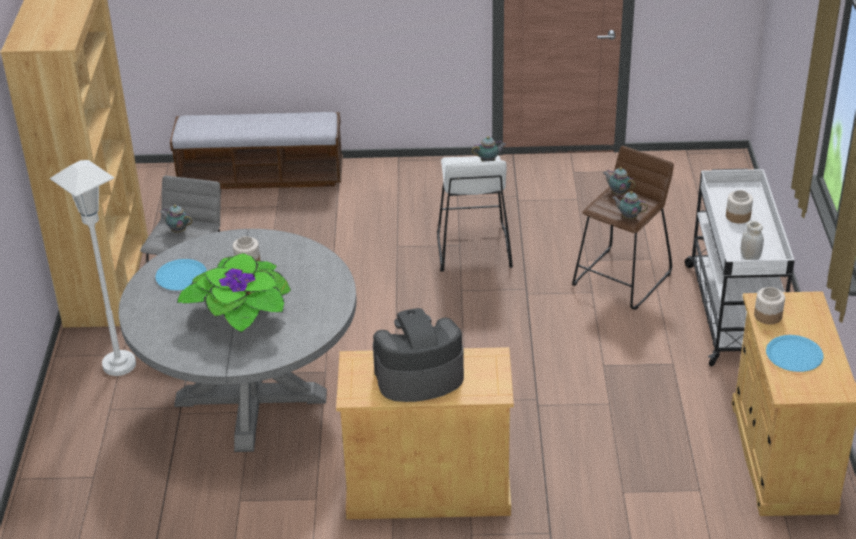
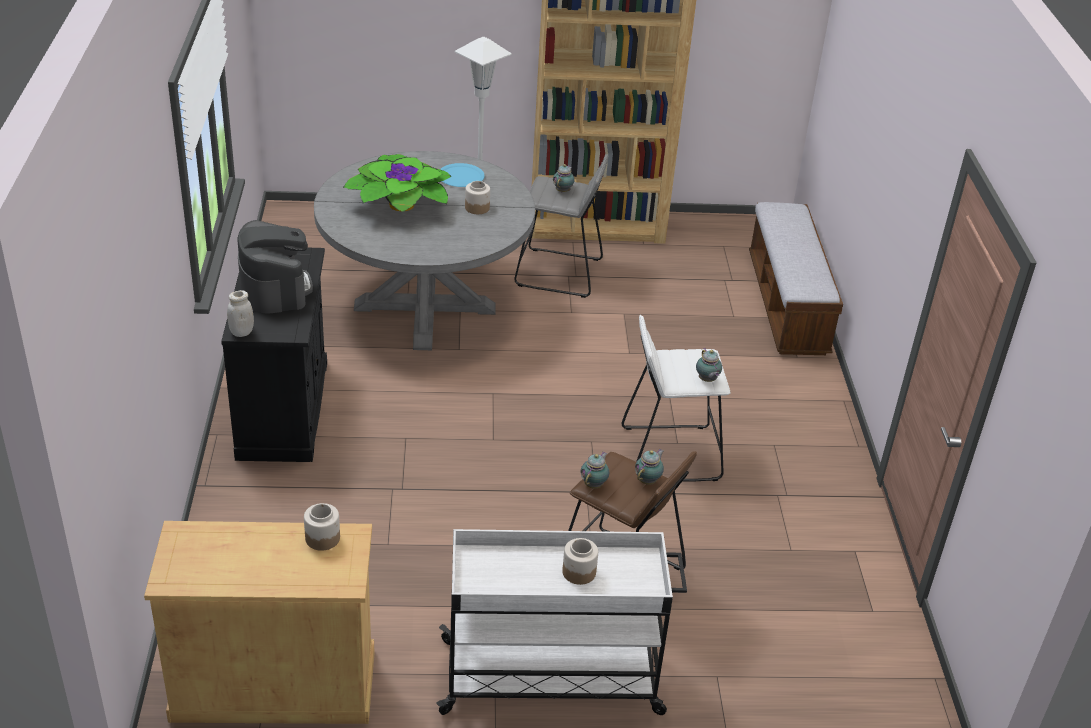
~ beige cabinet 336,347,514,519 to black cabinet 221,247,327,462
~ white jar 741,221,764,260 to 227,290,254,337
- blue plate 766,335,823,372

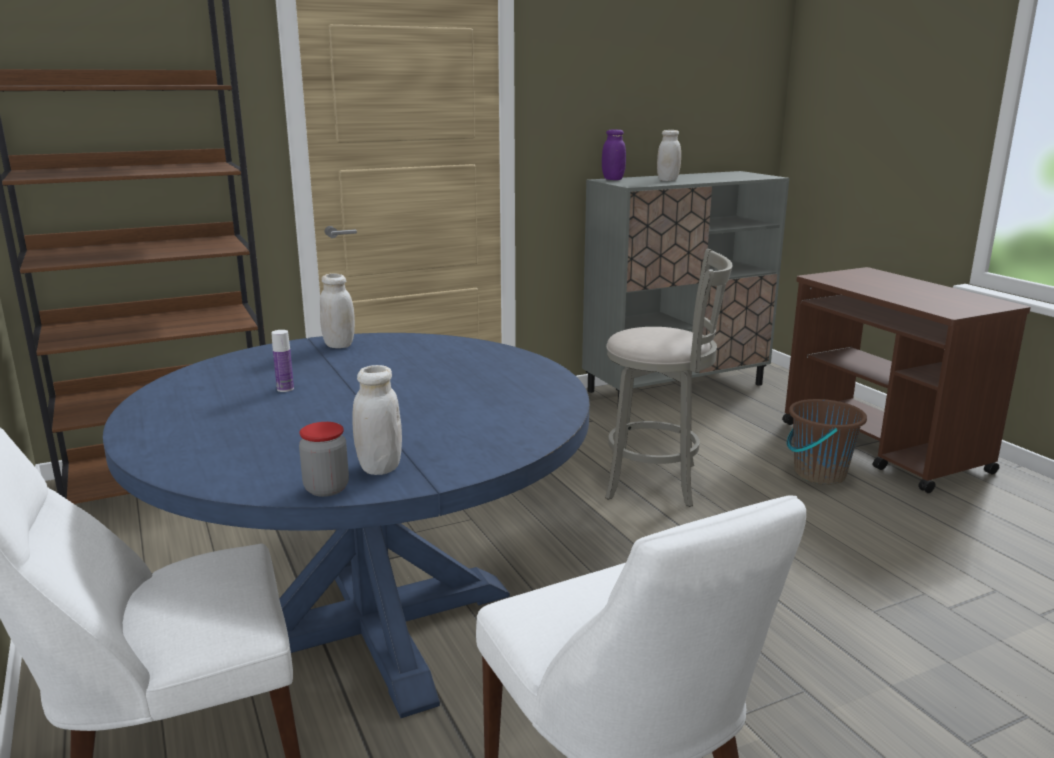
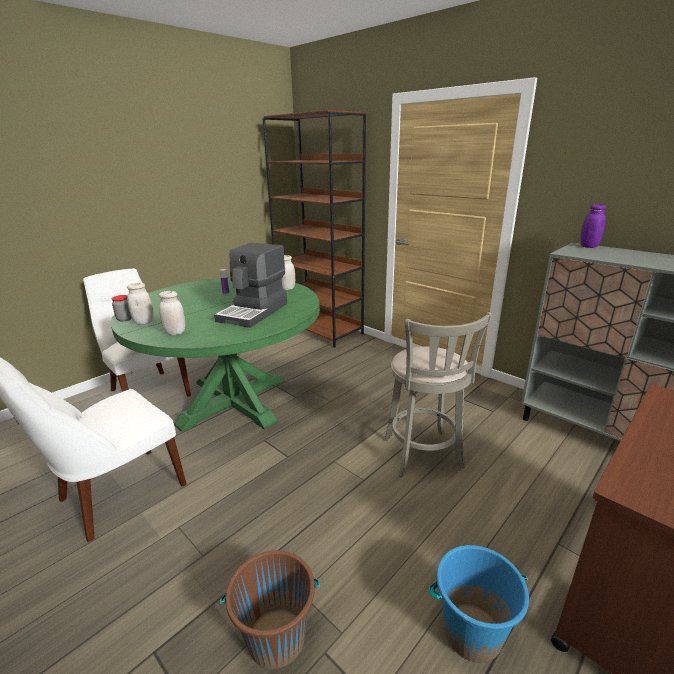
~ blue dining table 103,333,589,718 to green dining table 111,277,320,432
~ white jar 657,130,681,181 to 159,291,185,335
~ brown bucket 787,399,867,485 to 221,550,319,669
+ coffee machine 214,243,287,328
+ blue bucket 429,545,529,663

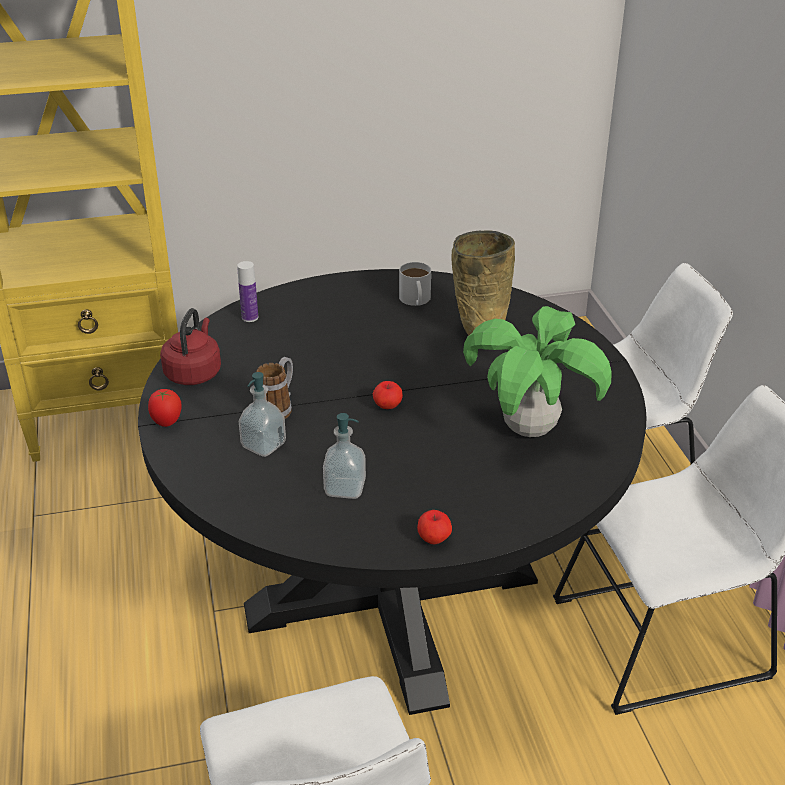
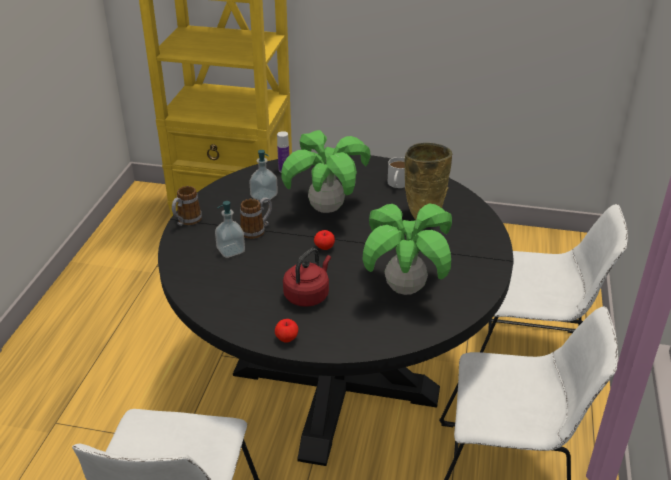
~ tomato 148,389,182,427 to mug 172,186,202,226
~ red kettle 160,308,221,385 to 283,248,331,307
~ soap dispenser 323,413,366,499 to 249,150,278,203
+ potted plant 281,130,371,213

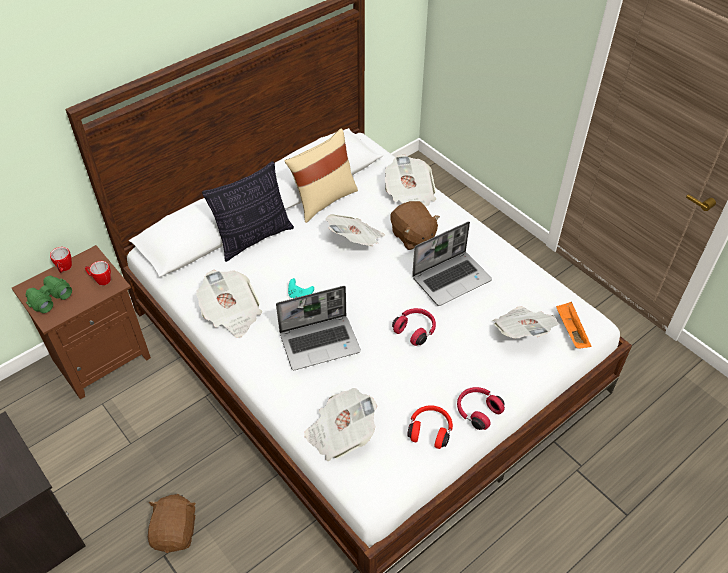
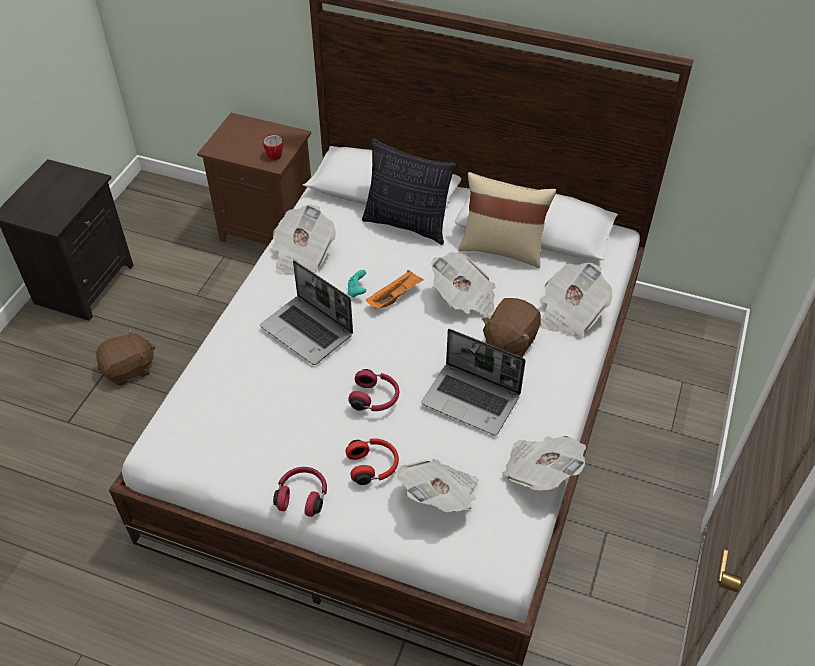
- green binoculars 26,276,72,313
- mug 50,247,72,273
~ newspaper 304,388,377,461 to 502,436,586,491
~ red headphones 407,405,453,449 to 345,438,399,485
~ orange tray 556,302,591,349 to 366,270,424,310

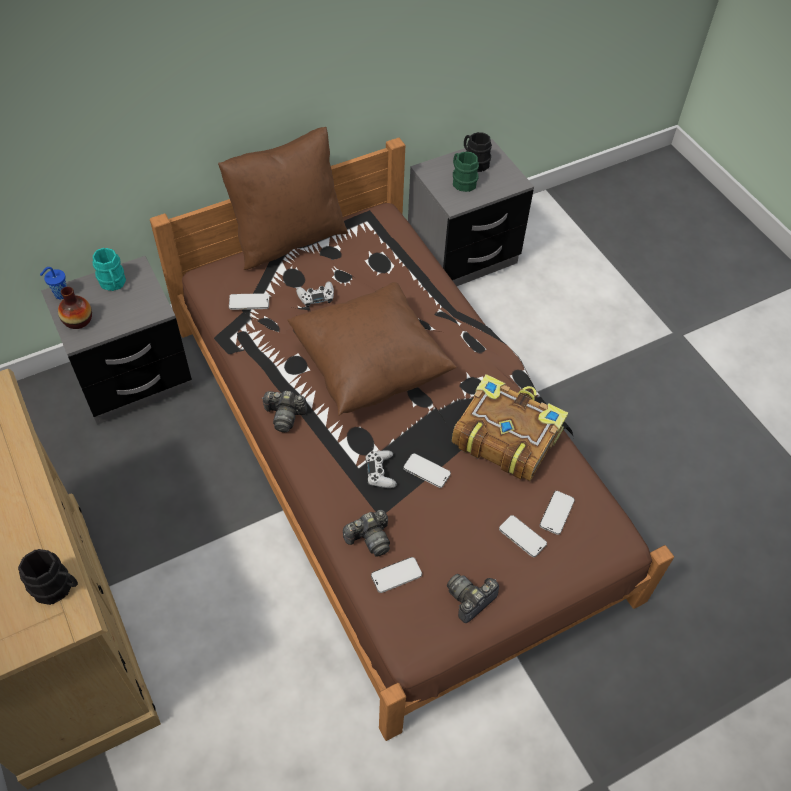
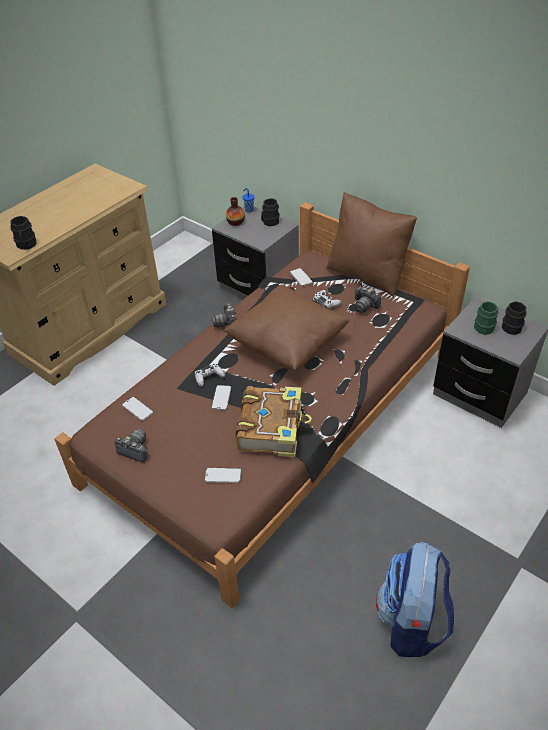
~ turquoise mug 92,248,126,291 to black mug 261,198,280,226
~ photo camera 343,510,390,557 to 355,286,381,313
- phone 499,515,547,557
+ backpack 376,542,454,657

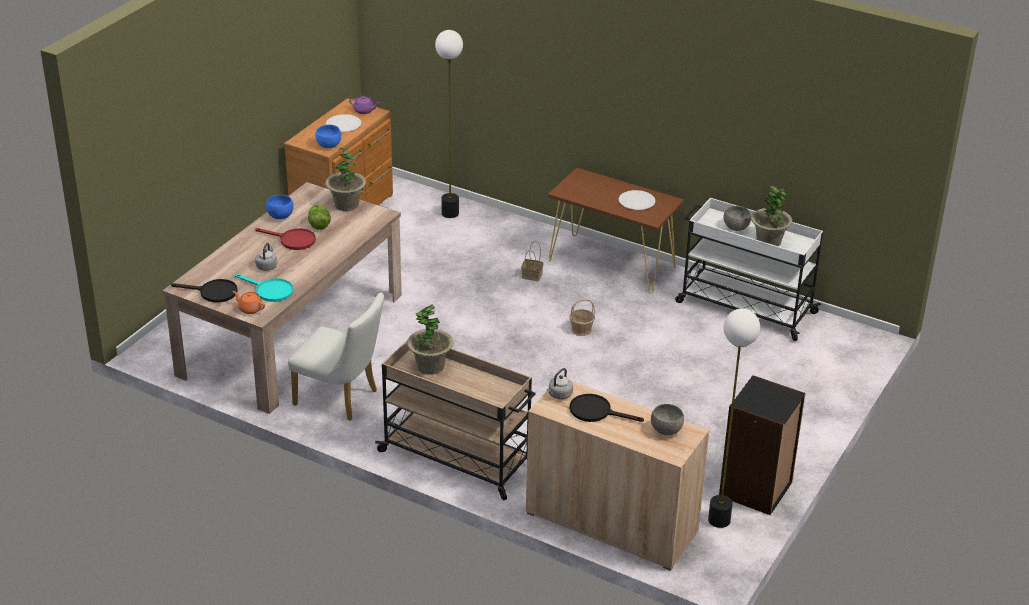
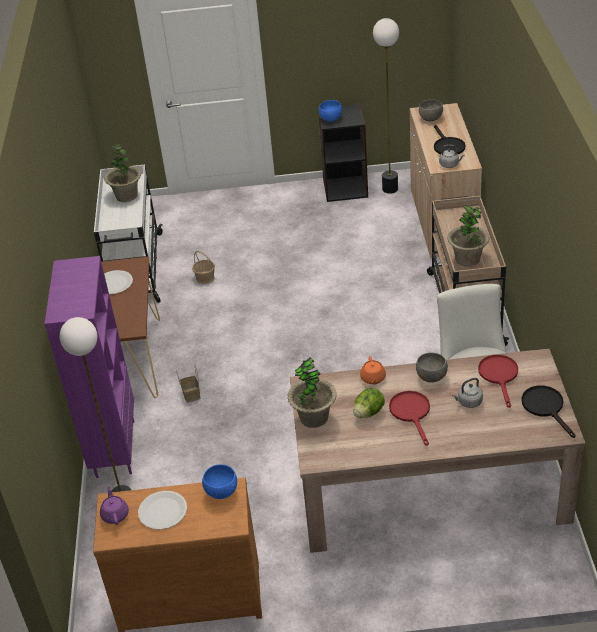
~ orange teapot 233,291,265,314 to 360,356,386,385
~ turquoise frying pan 235,274,293,302 to red frying pan 478,355,518,408
~ blue bowl 266,195,294,219 to 319,100,342,122
~ basket 569,299,595,336 to 192,250,215,284
~ grey bowl 723,206,751,231 to 416,352,448,383
+ purple bookcase 45,256,134,478

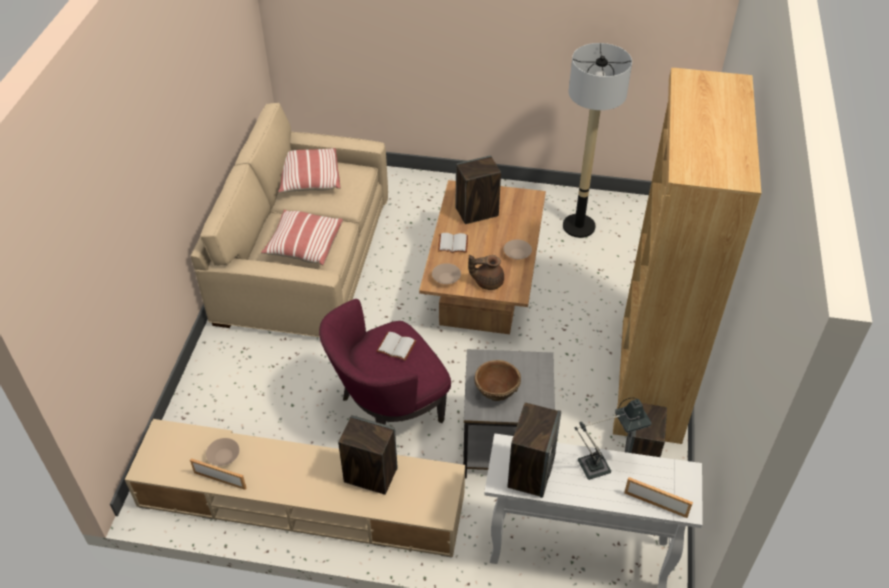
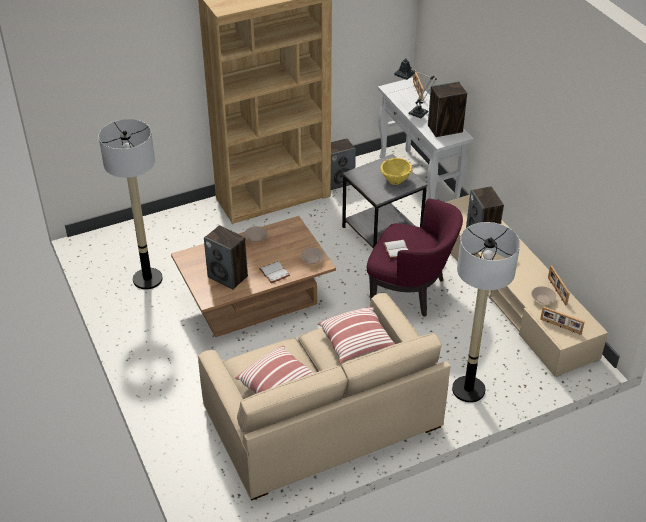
- brown teapot 468,255,504,290
~ brown bowl 474,360,521,401 to yellow bowl 380,158,412,185
+ floor lamp 452,222,520,403
+ picture frame 540,306,585,335

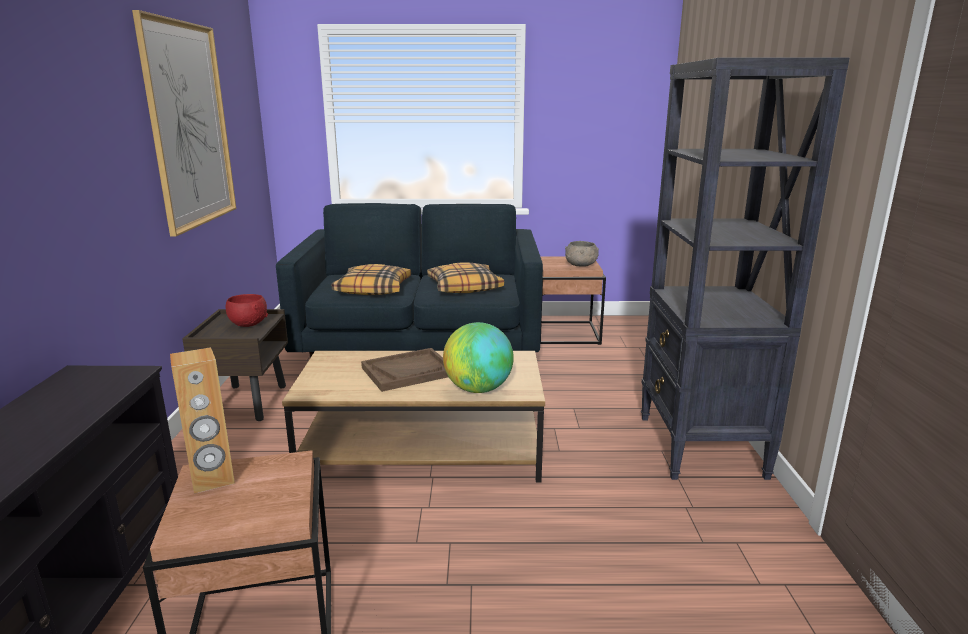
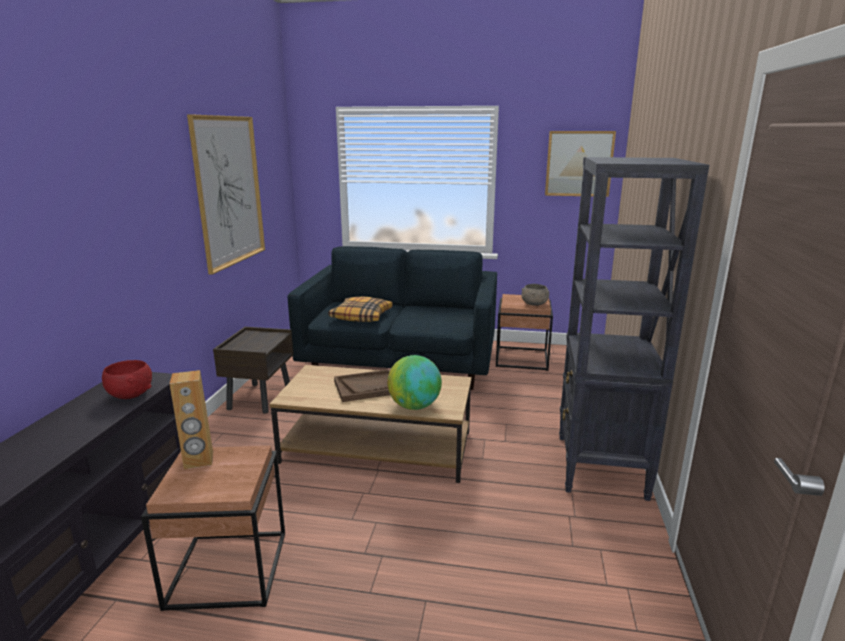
~ red bowl 226,294,268,327 to 102,360,152,399
- pillow 427,262,504,293
+ picture 545,131,616,197

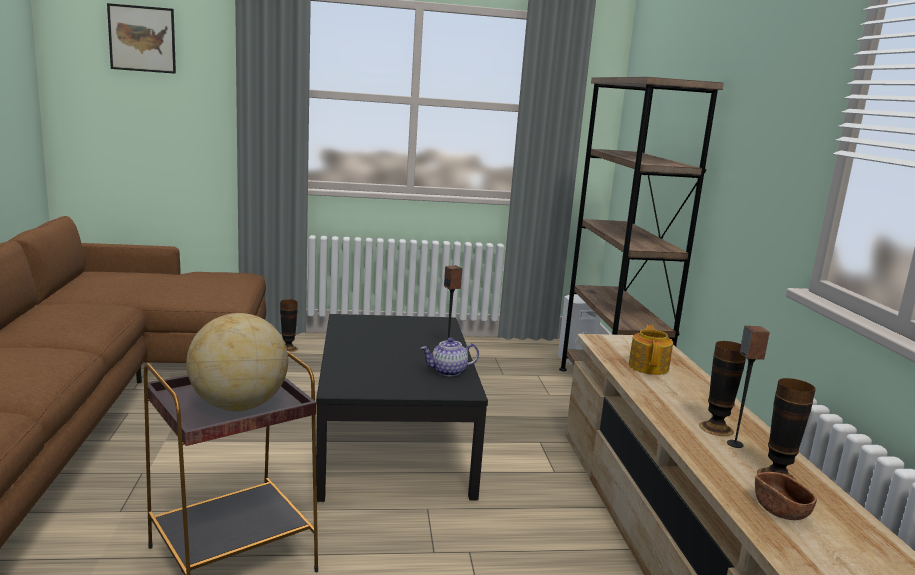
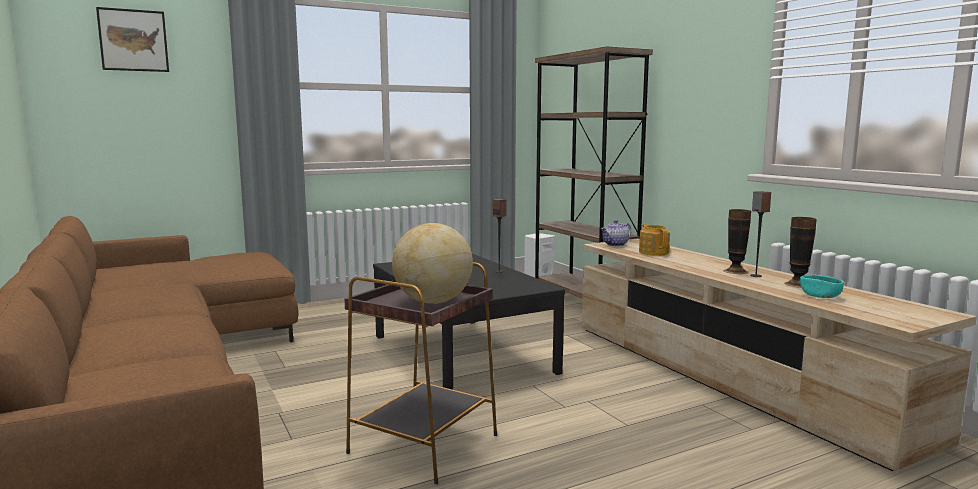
- vase 280,299,298,352
~ teapot 421,338,479,376 to 600,220,631,246
~ brown bowl 755,472,817,520 to turquoise bowl 800,274,844,298

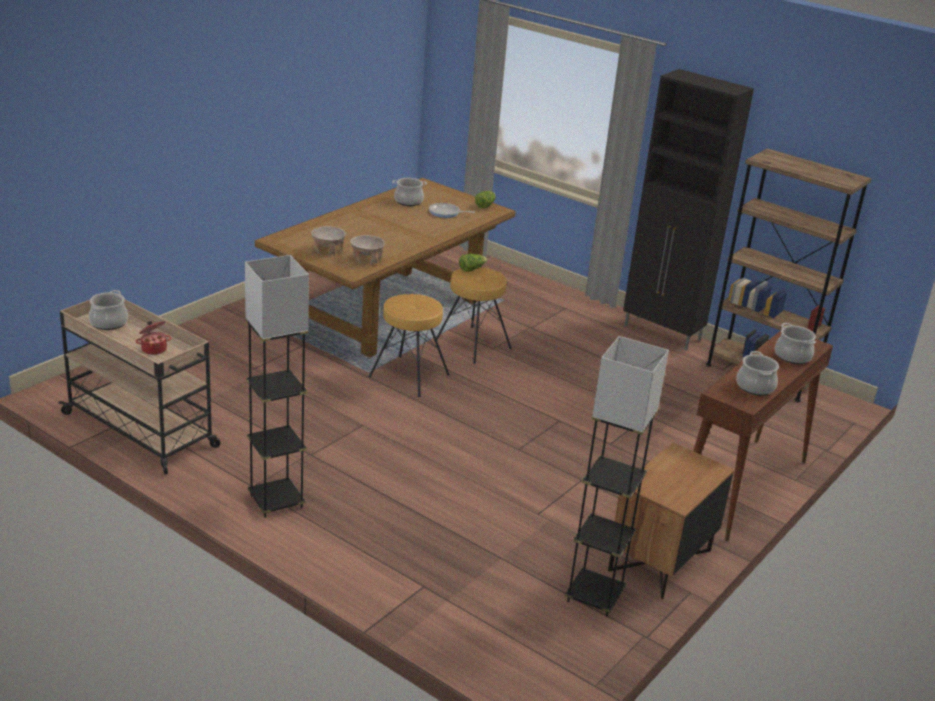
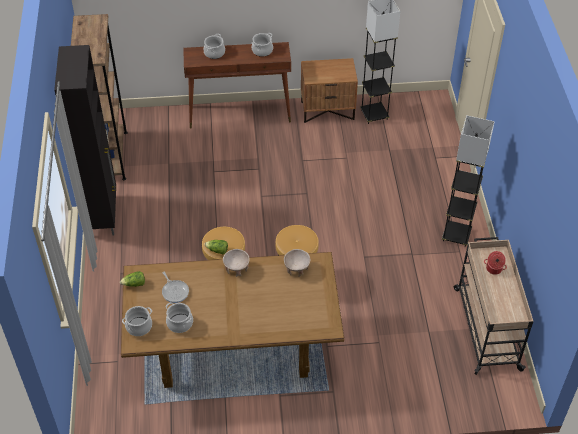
~ cooking pot 89,290,128,330 to 122,306,152,336
~ beige bowl 311,226,346,256 to 223,249,250,277

